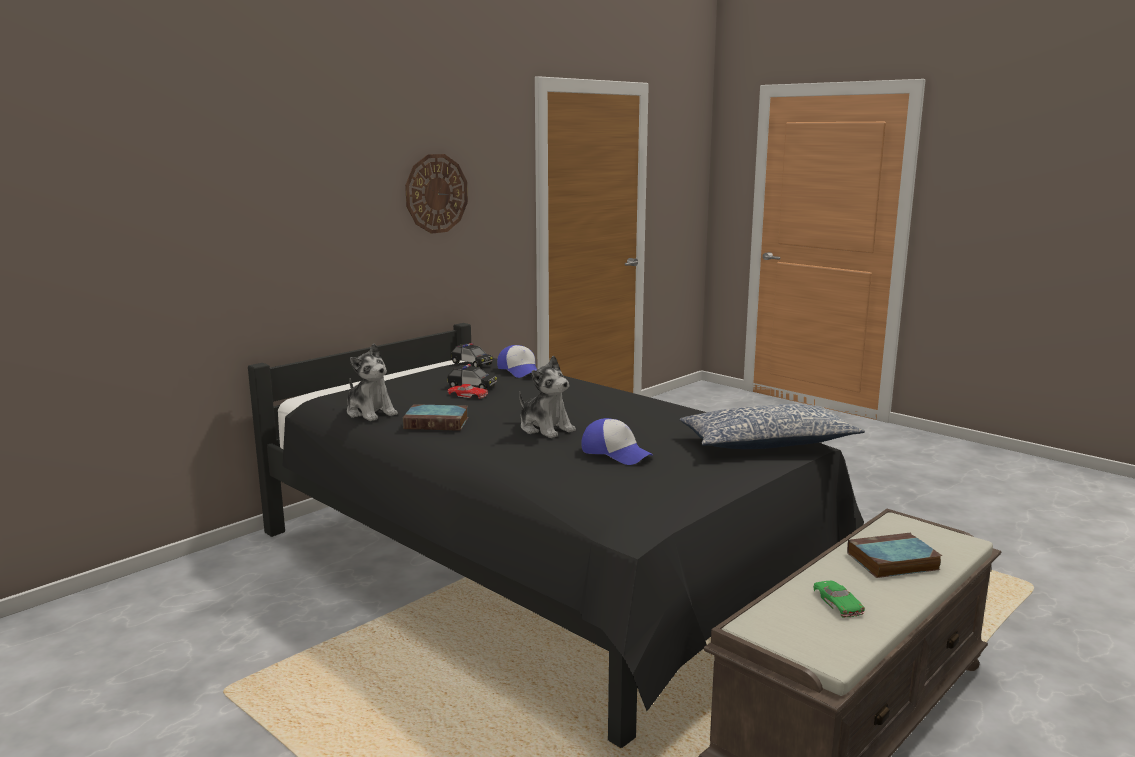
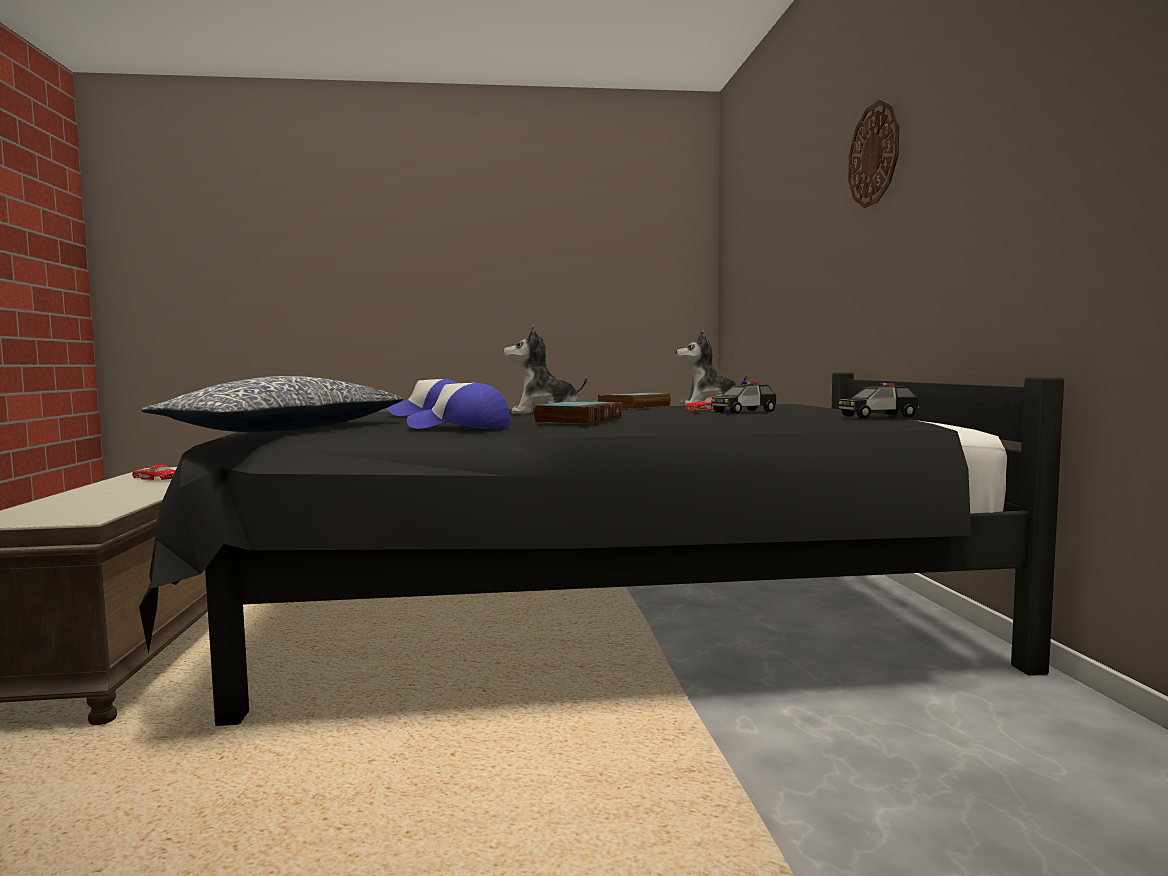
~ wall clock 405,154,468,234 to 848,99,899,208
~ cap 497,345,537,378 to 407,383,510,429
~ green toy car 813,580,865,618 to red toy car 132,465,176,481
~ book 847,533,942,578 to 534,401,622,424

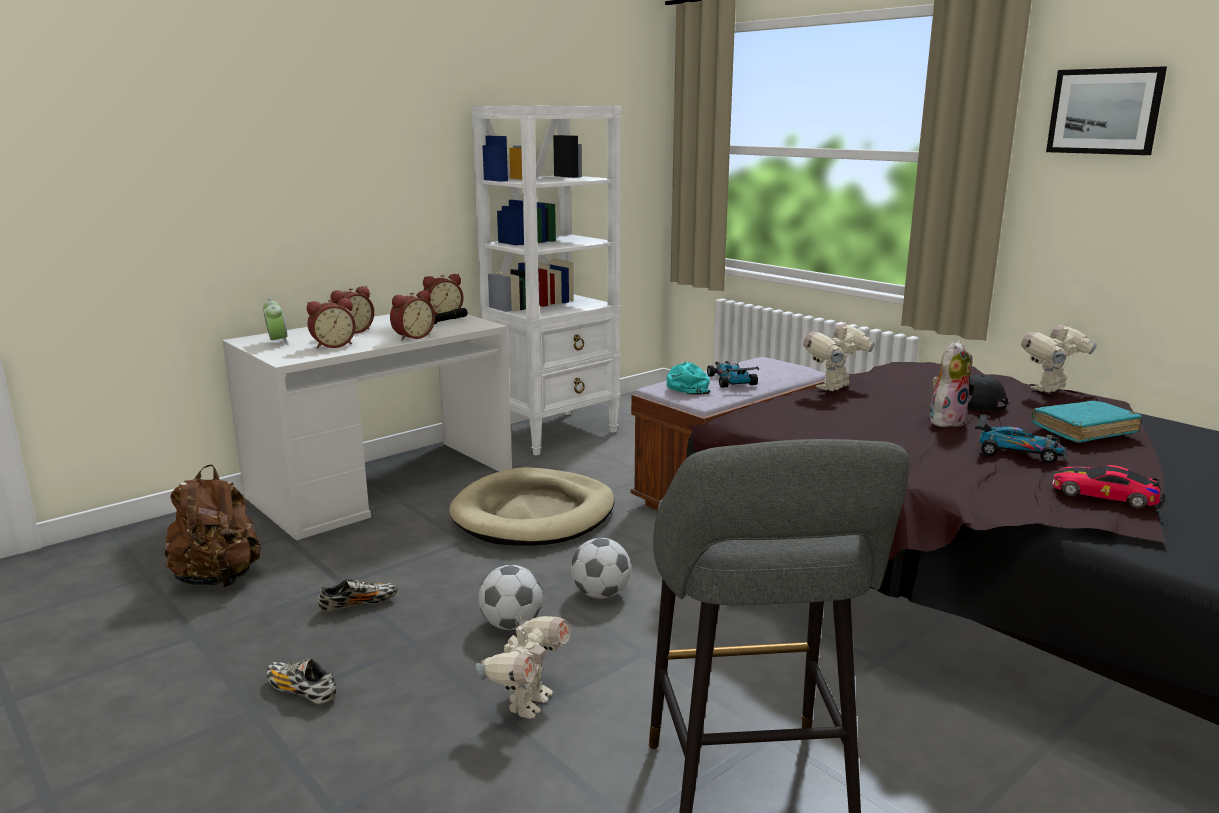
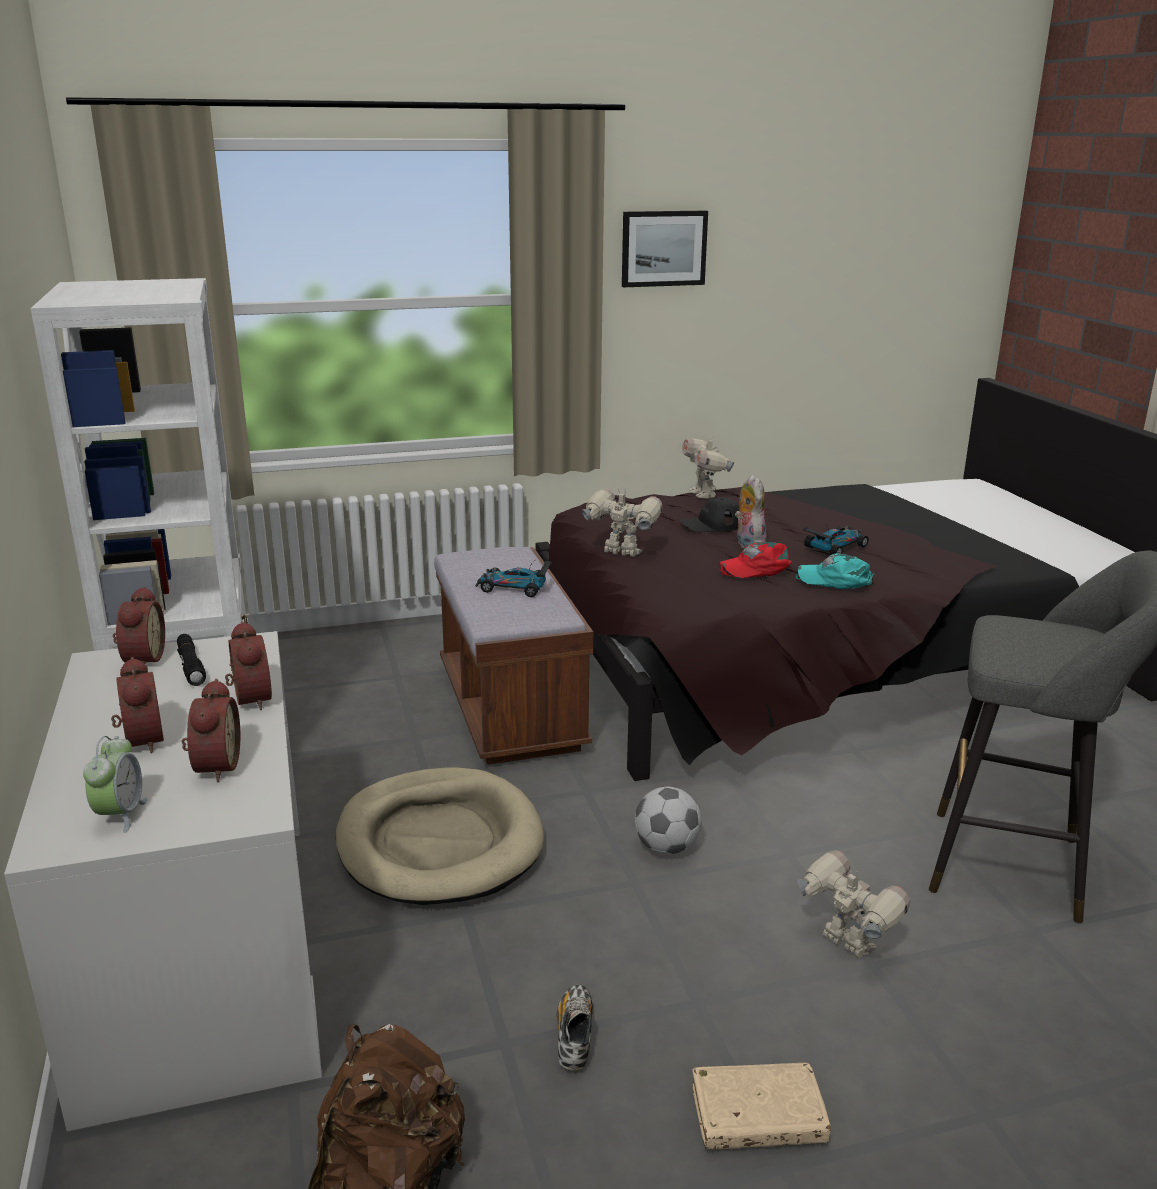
~ alarm clock 263,297,289,345 = 83,736,148,833 90 degrees clockwise
~ shoe 266,659,336,704 to beige book 692,1063,831,1149
- football 478,565,543,630
~ turquoise cap 666,362,711,395 to 796,553,874,589
~ toy robot 803,321,876,391 = 582,488,662,557 135 degrees clockwise
- turquoise book 1031,401,1142,443
- toy car 1052,465,1161,509
+ red cap 719,542,792,578

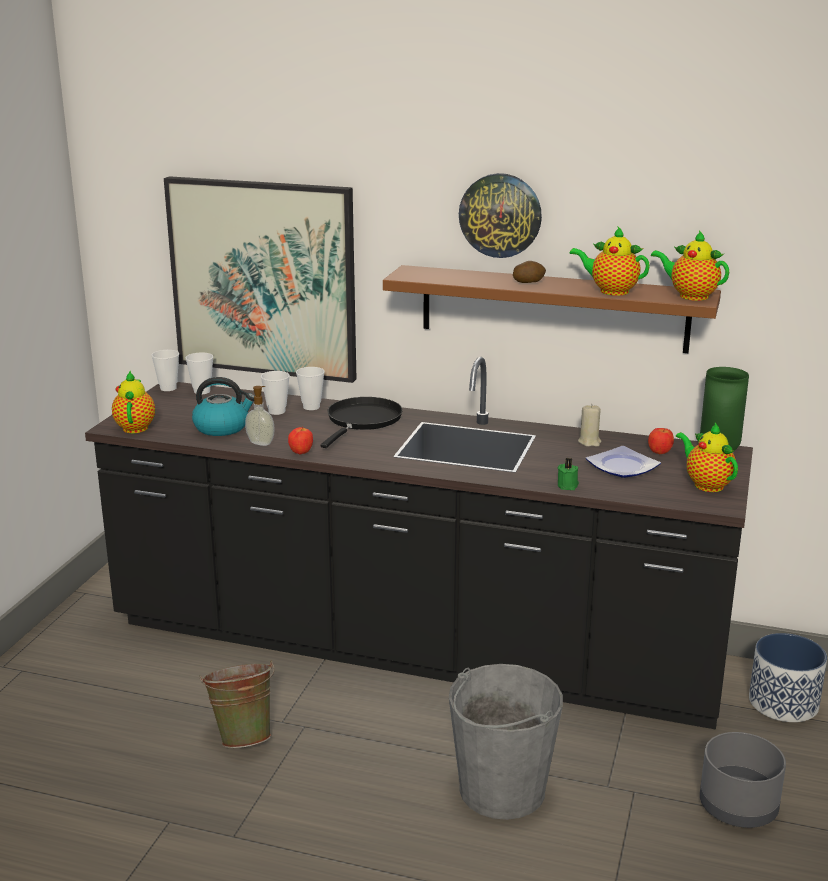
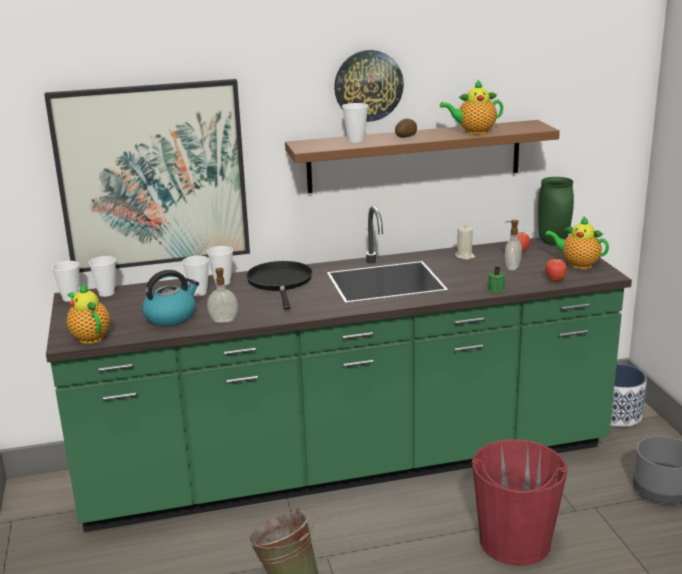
~ black counter 85,357,753,730 to green counter 46,206,632,532
~ apple 288,427,313,455 to 545,259,567,282
~ grey bucket 449,664,563,820 to red bucket 472,439,568,566
~ plate 586,446,661,478 to soap dispenser 505,220,522,270
- teapot 651,231,729,301
+ cup 342,103,368,143

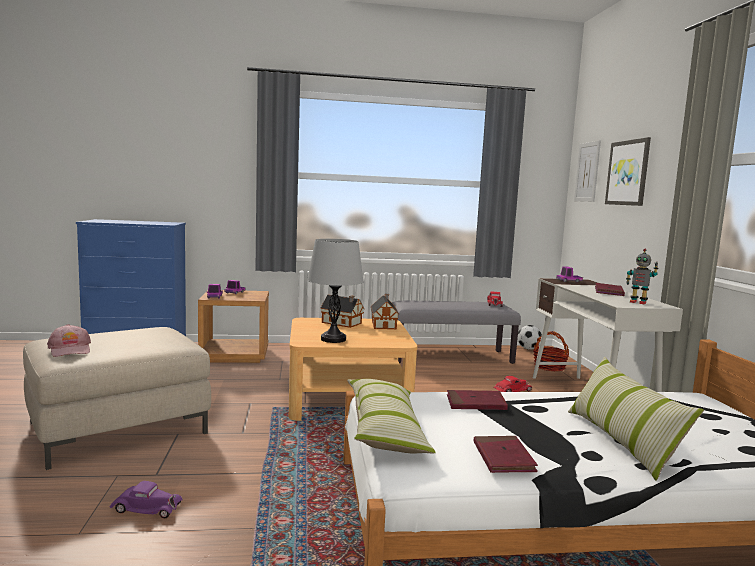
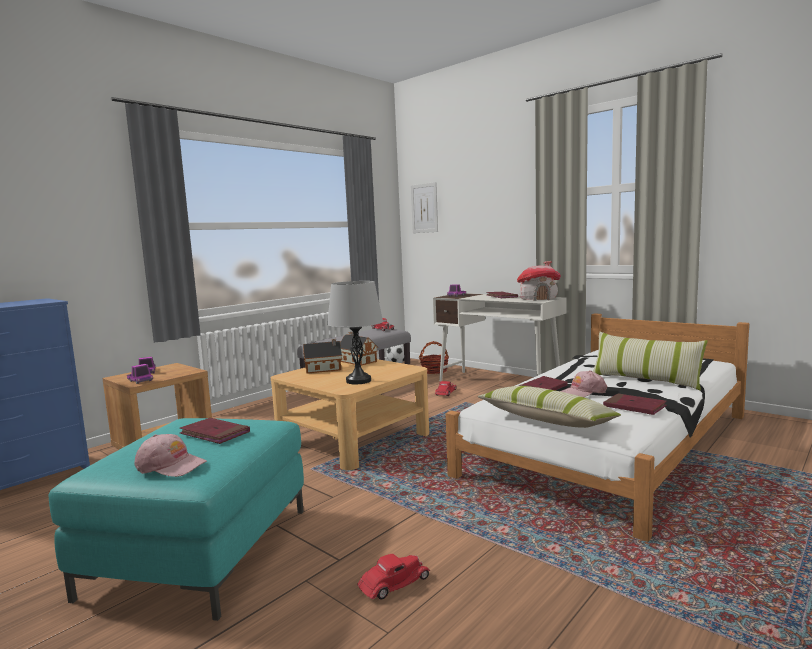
~ beige ottoman 23,327,211,470 to turquoise ottoman 49,418,304,621
~ purple toy car 109,481,183,518 to red toy car 357,554,430,599
- picture 605,137,651,206
~ toy robot 626,249,659,304 to toy house 517,261,561,301
+ red book 180,418,250,444
+ pink cap 560,370,607,397

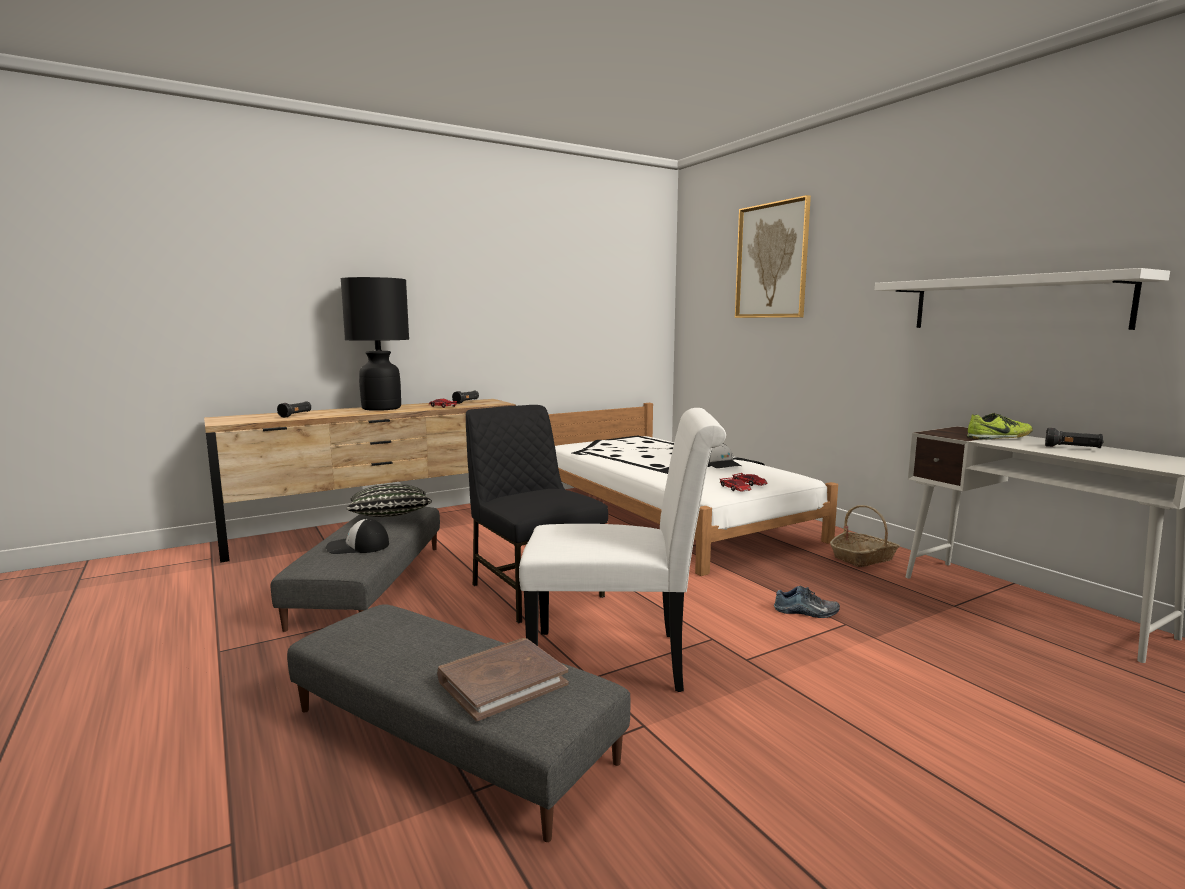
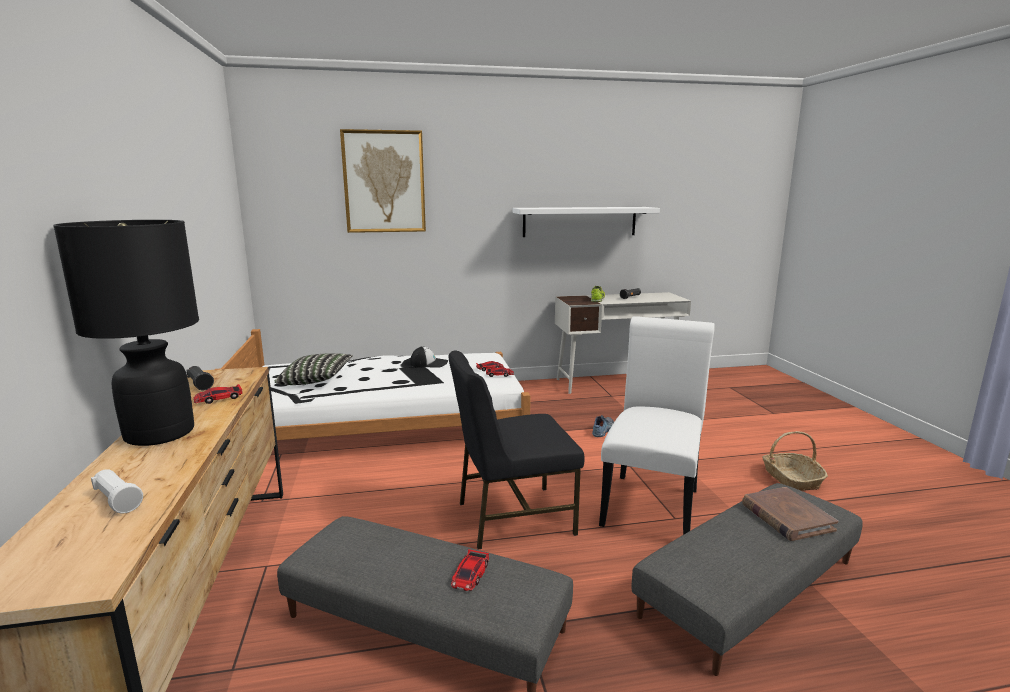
~ black flashlight 277,401,311,418 to white flashlight 91,469,143,514
~ cap 326,519,389,554 to toy car 451,549,489,591
~ pillow 346,484,432,517 to 274,353,353,385
~ basket 830,505,900,567 to 762,431,828,491

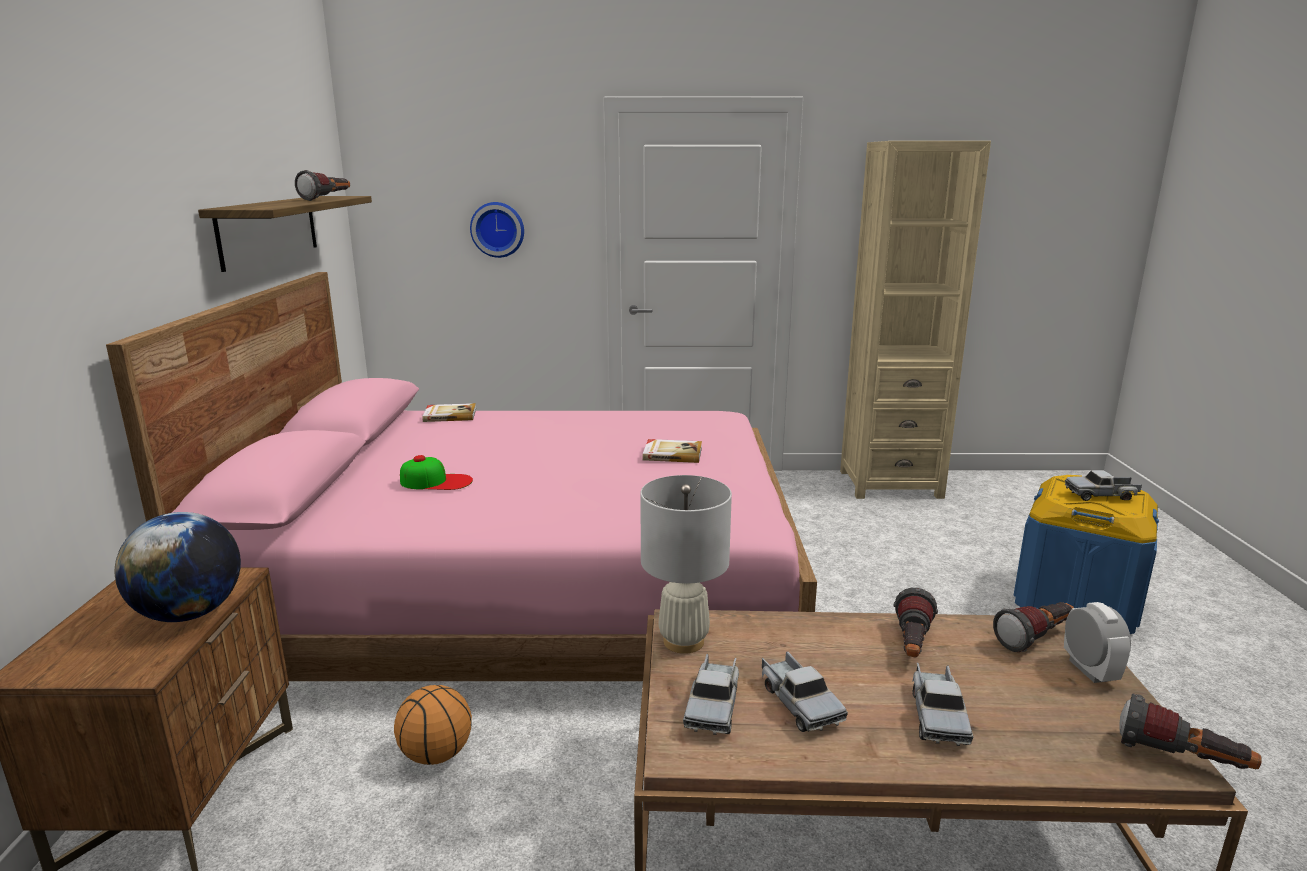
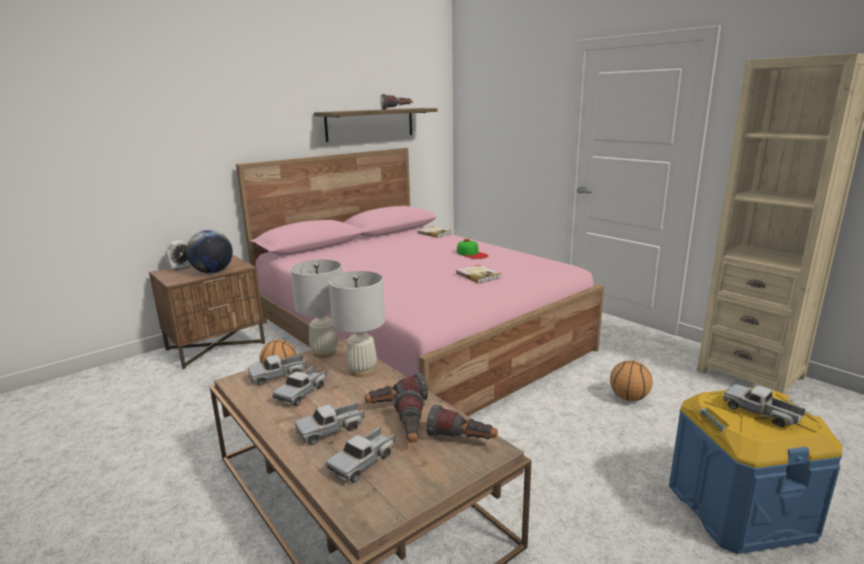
~ cap 400,455,473,490 to 457,239,488,259
- wall clock 470,202,524,258
~ alarm clock 1064,602,1131,683 to 165,241,191,271
~ flashlight 1119,693,1262,769 to 394,390,424,443
+ toy truck 326,427,395,483
+ white table lamp 328,271,385,377
+ basketball 610,360,652,401

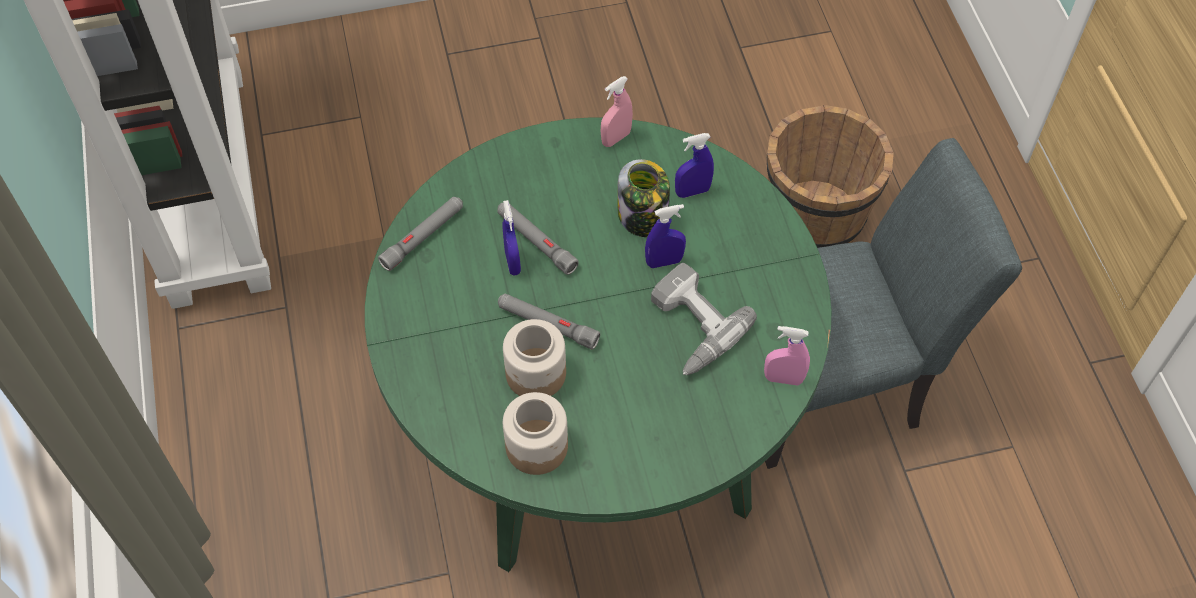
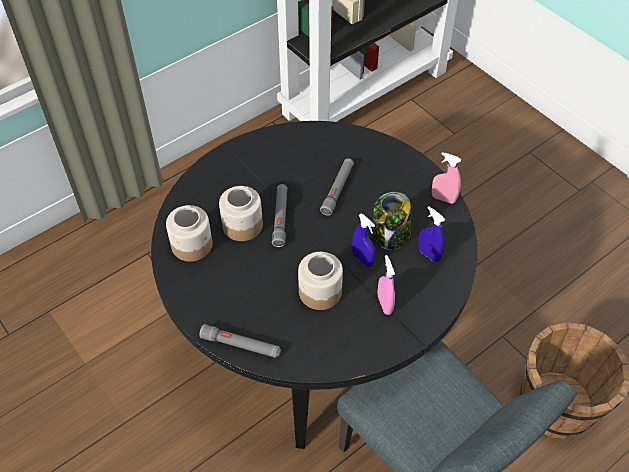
~ green dining table 365,117,831,572 to black dining table 151,121,478,449
~ grey flashlight 378,197,463,271 to 199,324,281,358
- blue spray bottle 503,200,521,275
~ power drill 651,263,757,375 to jar 298,252,343,310
~ pink spray bottle 764,326,810,386 to 378,255,395,315

